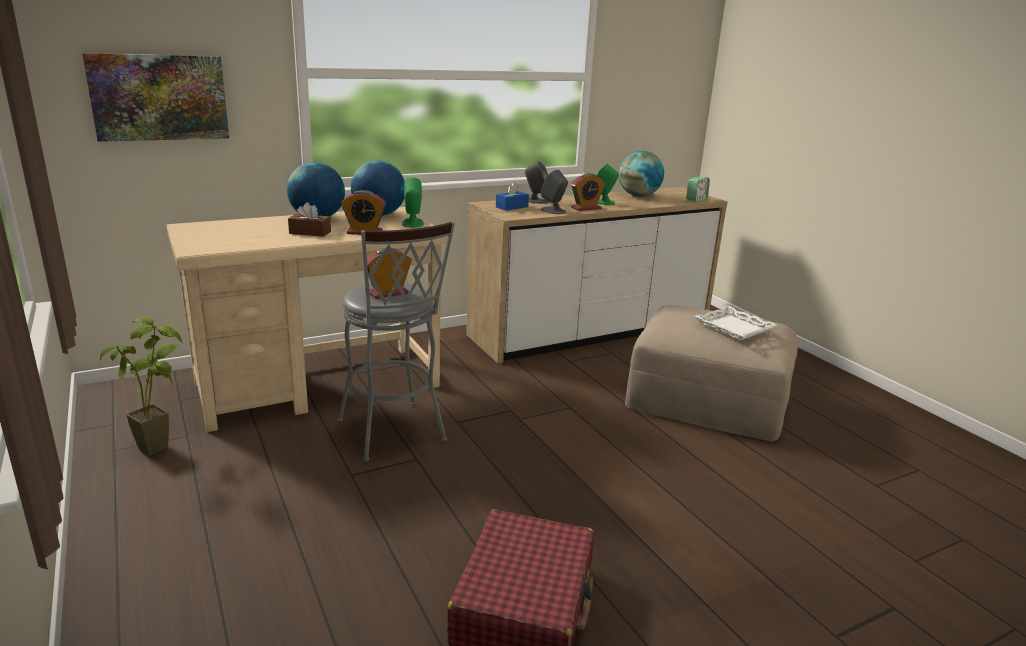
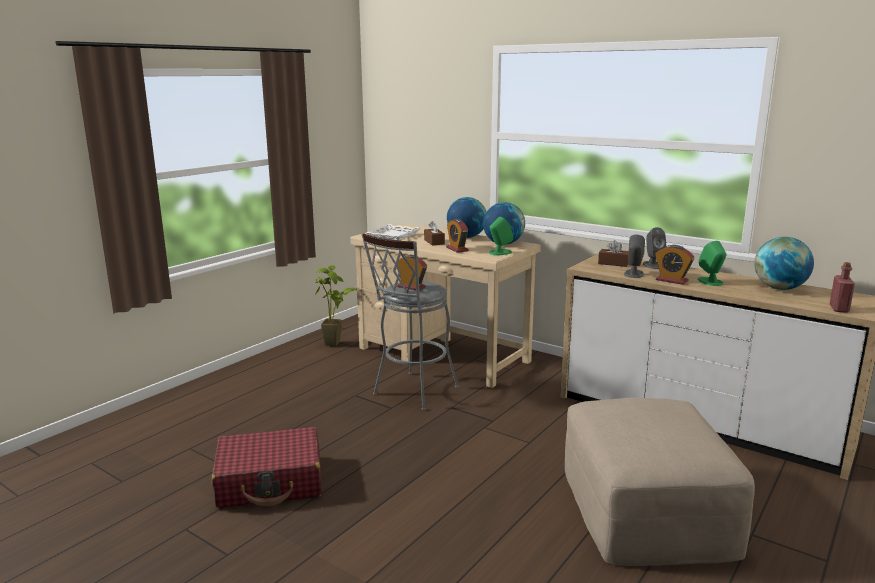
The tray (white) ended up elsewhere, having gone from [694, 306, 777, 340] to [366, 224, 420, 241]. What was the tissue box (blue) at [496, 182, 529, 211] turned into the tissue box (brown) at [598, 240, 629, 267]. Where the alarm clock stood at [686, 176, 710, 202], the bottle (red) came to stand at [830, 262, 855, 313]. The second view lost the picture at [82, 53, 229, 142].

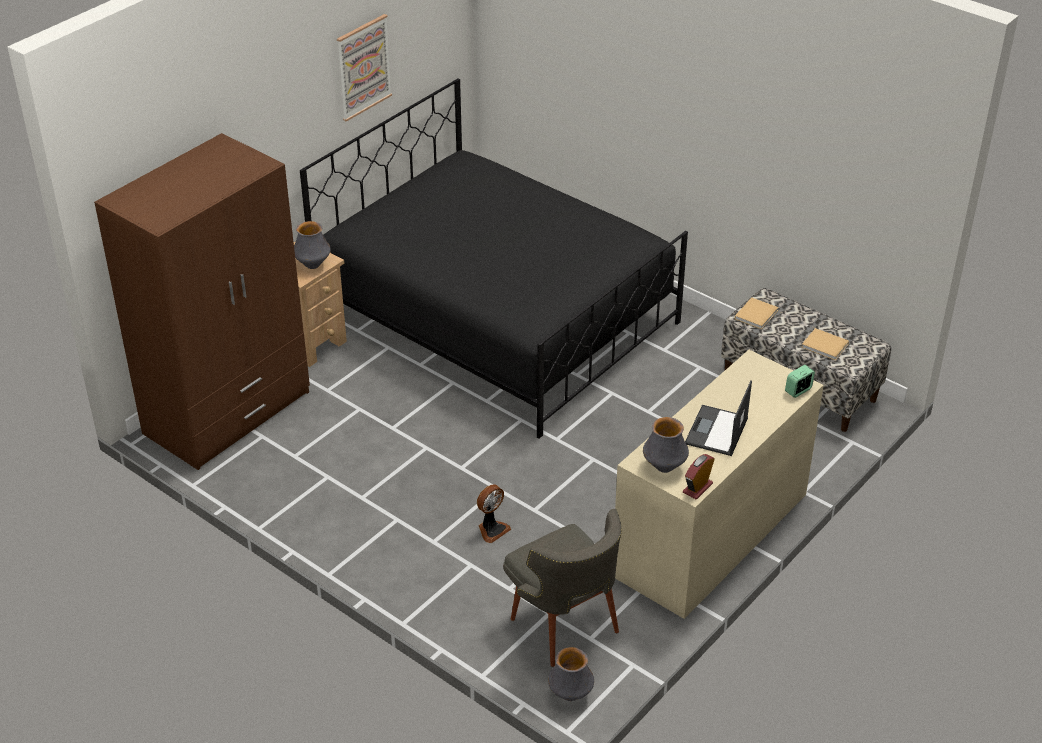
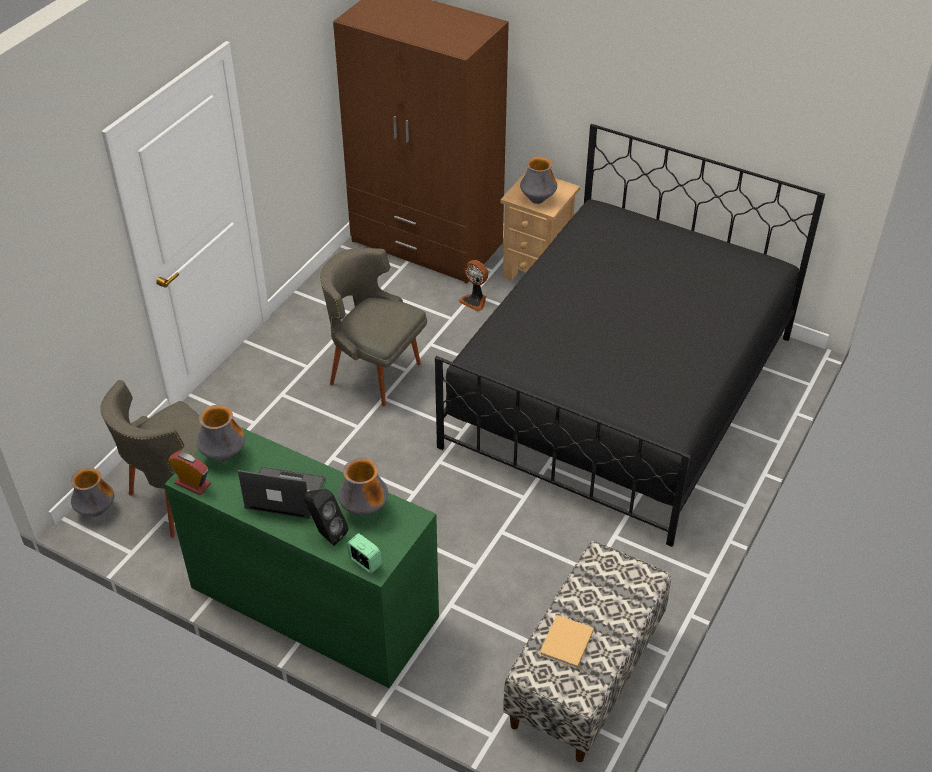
What was the dresser (beige) at [615, 350, 824, 619] turned into the dresser (green) at [164, 427, 439, 688]. The second view gained the speaker (black) at [304, 489, 349, 546]. The second view gained the chair (grey) at [320, 248, 427, 407]. The second view gained the vase at [338, 458, 388, 516]. The fan ended up elsewhere, having gone from [477, 484, 511, 543] to [459, 260, 488, 311]. The second view lost the picture at [337, 14, 392, 122]. The second view lost the book (beige) at [735, 297, 779, 329].

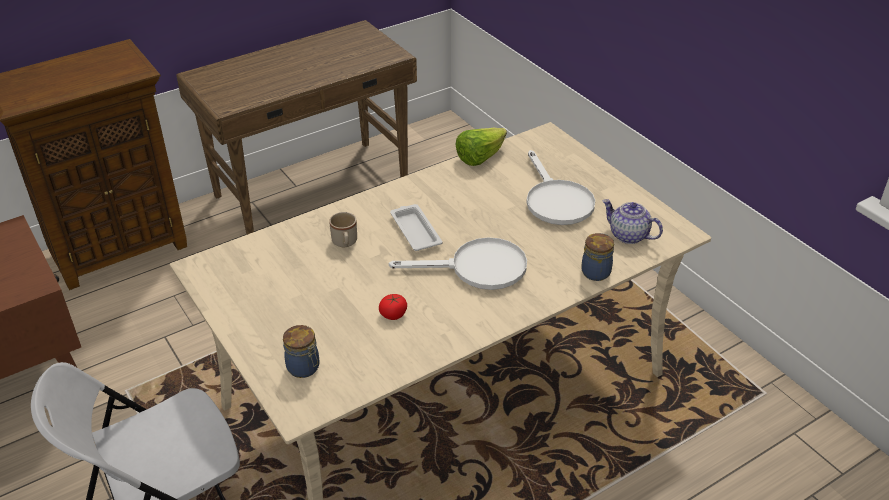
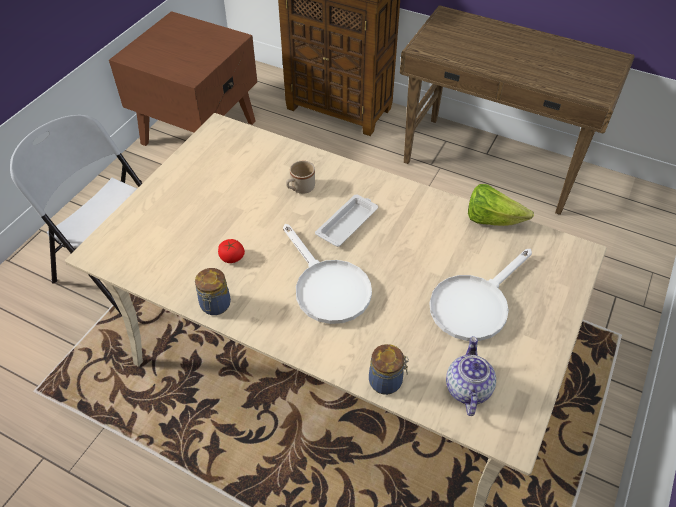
The jar ended up elsewhere, having gone from [283, 325, 319, 378] to [195, 268, 231, 315].

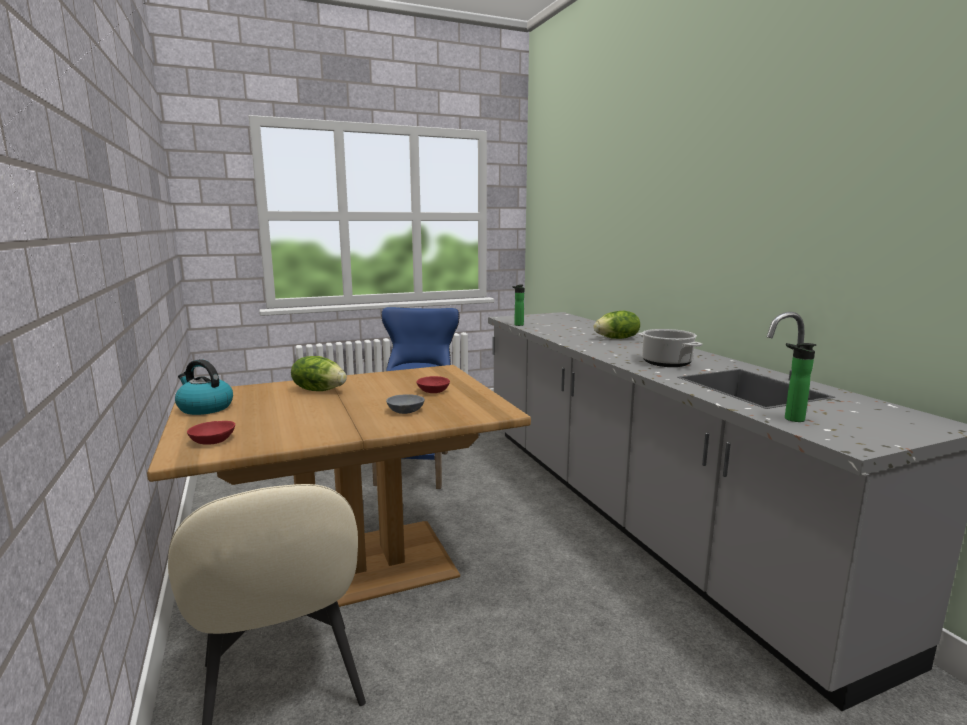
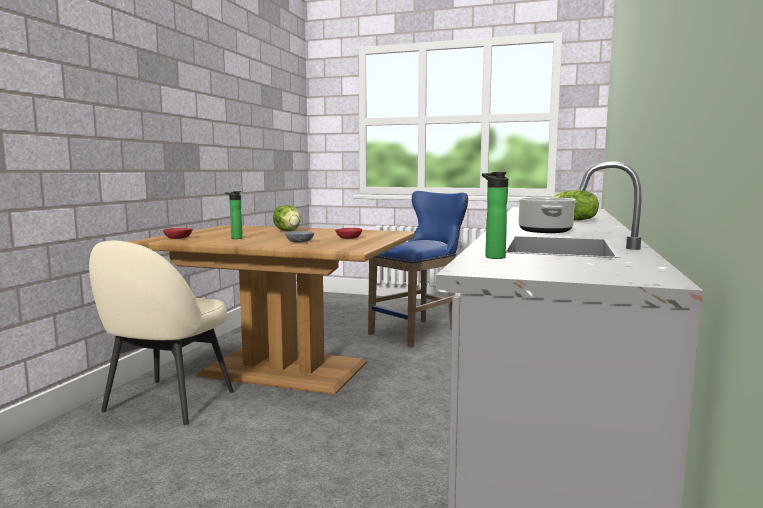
The bottle ended up elsewhere, having gone from [512, 285, 524, 326] to [225, 191, 243, 239]. The second view lost the kettle at [175, 359, 233, 415].

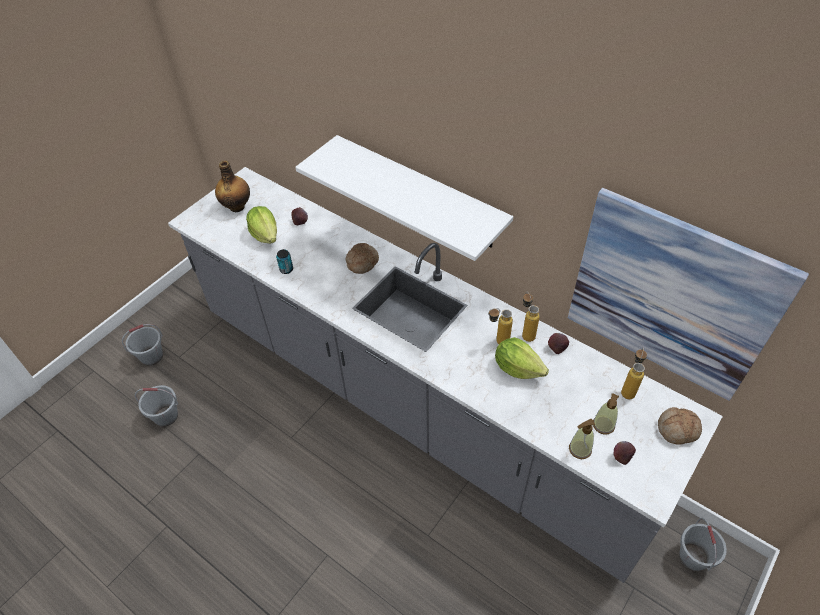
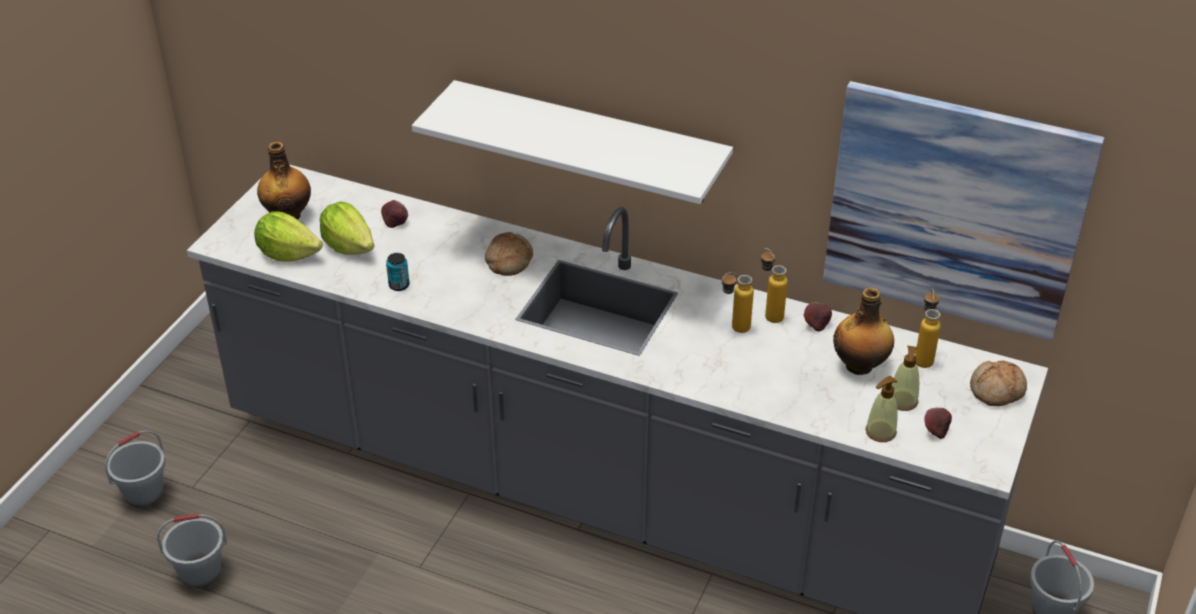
The lettuce ended up elsewhere, having gone from [495, 337, 549, 379] to [254, 211, 323, 262]. The second view gained the bottle at [833, 288, 894, 375].

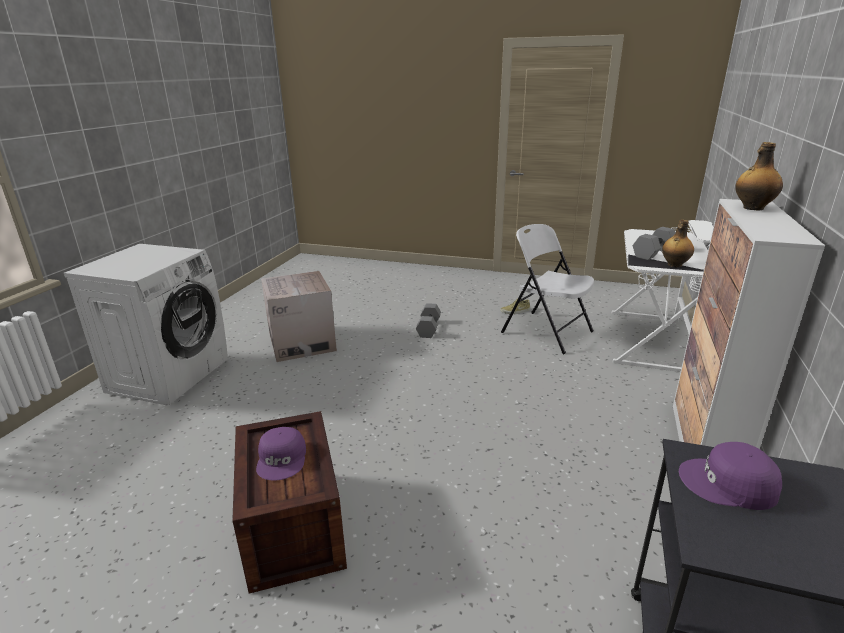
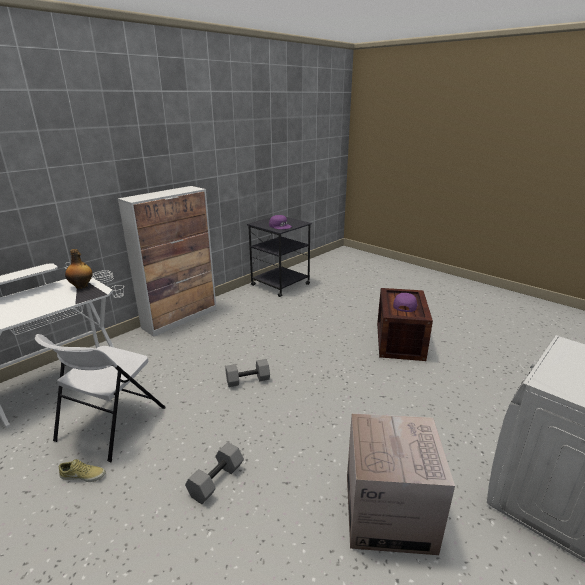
The chair (white) at [501, 224, 594, 355] ended up facing another way, 45 degrees clockwise from before. The dumbbell (grey) ended up elsewhere, having gone from [633, 227, 675, 260] to [226, 359, 270, 387]. The second view lost the bottle at [735, 142, 783, 210].

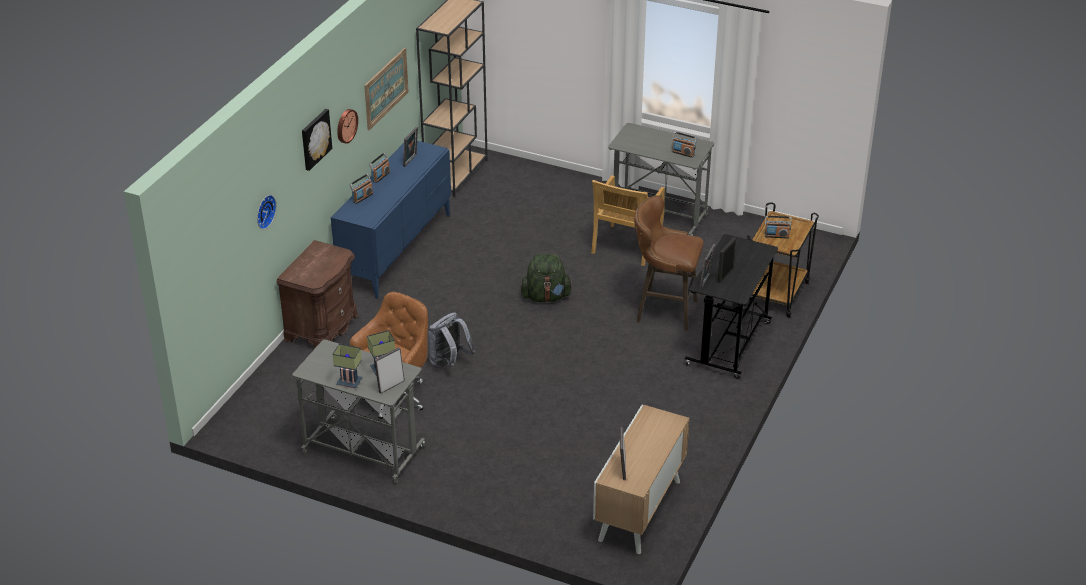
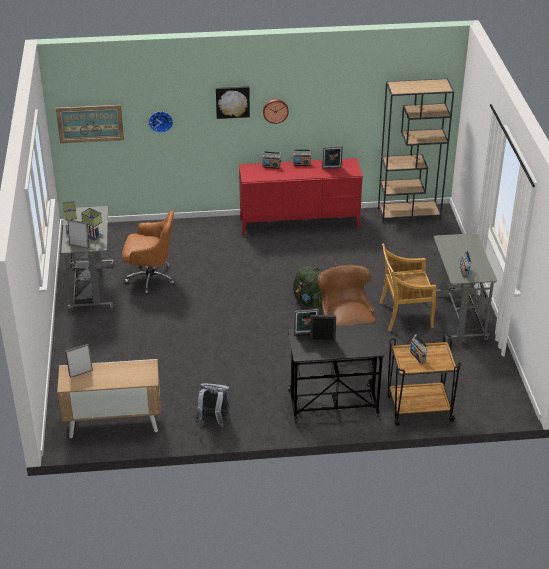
The picture ended up elsewhere, having gone from [364, 48, 409, 130] to [56, 105, 124, 143]. The backpack (grey) ended up elsewhere, having gone from [429, 313, 475, 368] to [195, 383, 230, 427]. What was the dresser (blue) at [331, 141, 451, 299] turned into the dresser (red) at [239, 158, 363, 236]. The second view lost the nightstand (brown) at [276, 240, 358, 348].

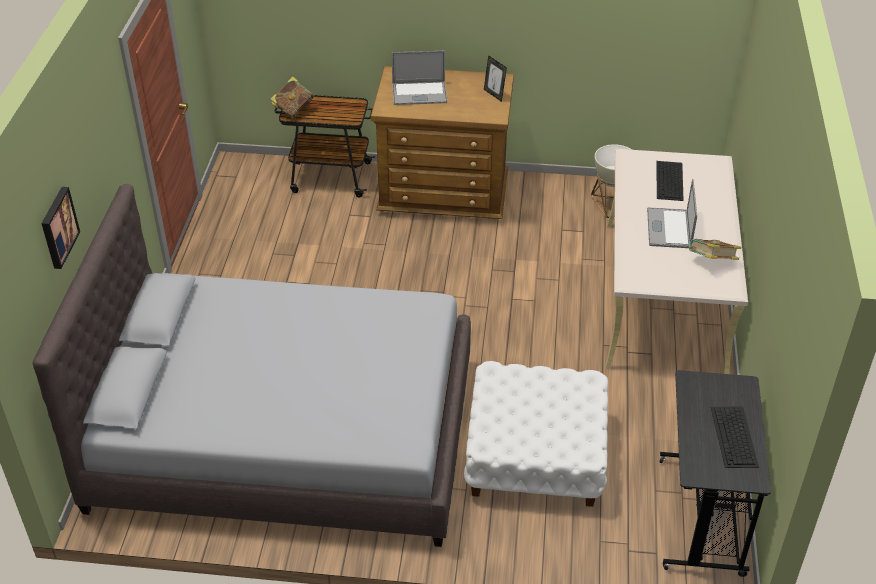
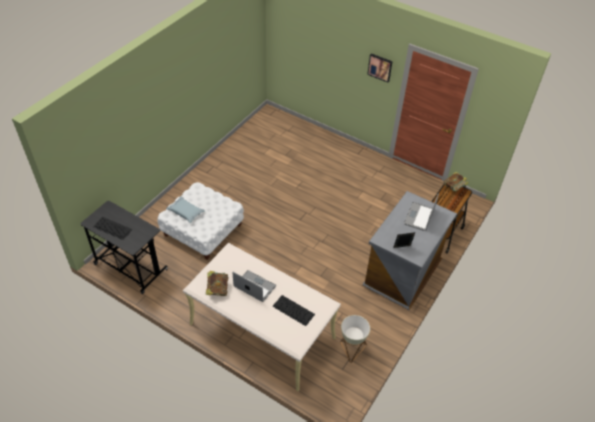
The second view gained the pillow (blue) at [166, 196, 205, 223]. What was the dresser (brown) at [371, 66, 514, 219] turned into the dresser (grey) at [362, 191, 457, 310]. The picture ended up elsewhere, having gone from [41, 187, 80, 269] to [367, 53, 393, 83]. The second view lost the bed (grey) at [32, 184, 471, 547].

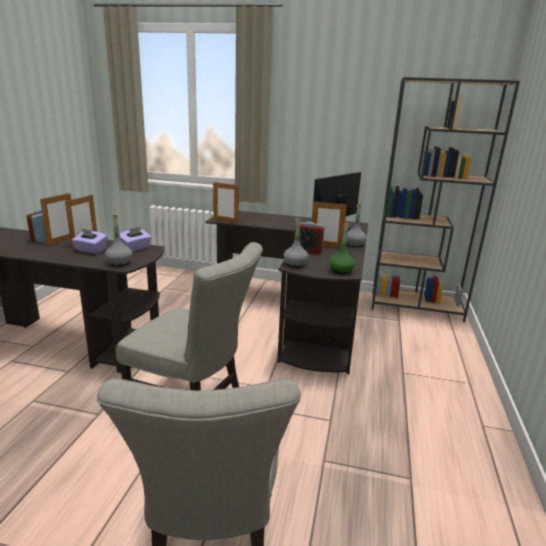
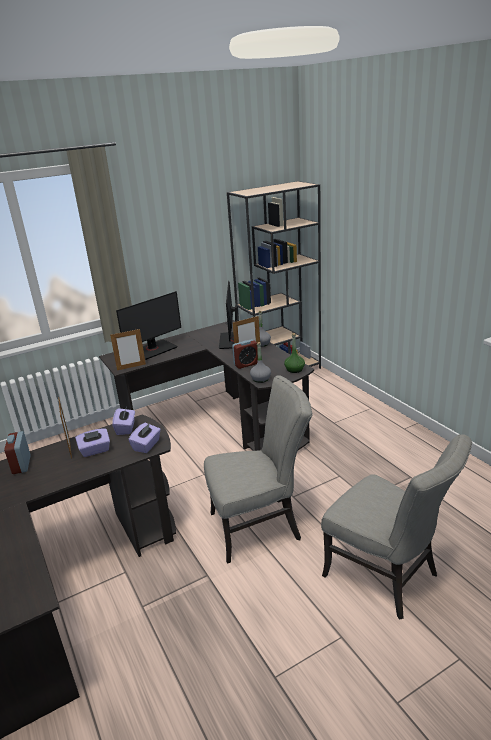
The second view gained the monitor at [116, 291, 181, 360]. Where the bottle (grey) stood at [105, 214, 132, 266], the tissue box (purple) came to stand at [128, 423, 161, 453]. The second view lost the picture frame at [40, 192, 71, 246].

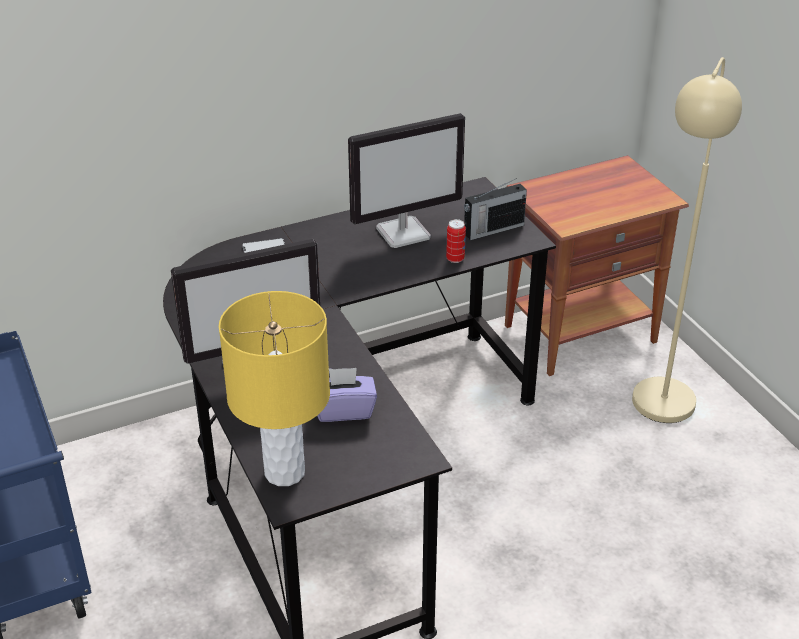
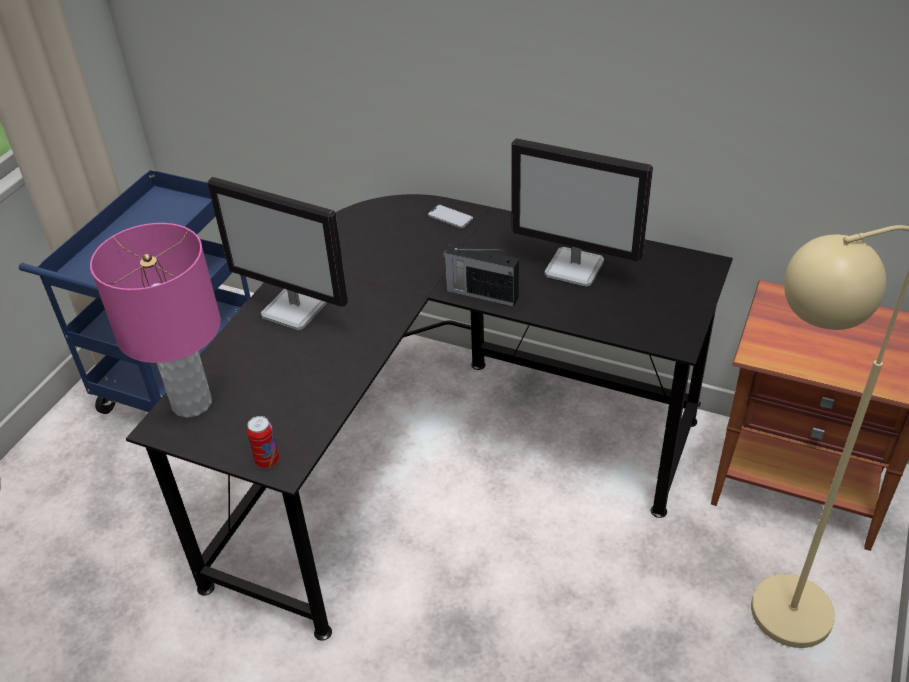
What was the table lamp (yellow) at [219, 291, 330, 486] turned into the table lamp (pink) at [90, 223, 221, 418]. The can ended up elsewhere, having gone from [446, 219, 466, 263] to [247, 416, 279, 469]. The radio ended up elsewhere, having gone from [464, 178, 527, 240] to [443, 244, 519, 307]. The second view lost the tissue box (purple) at [317, 368, 377, 422].

